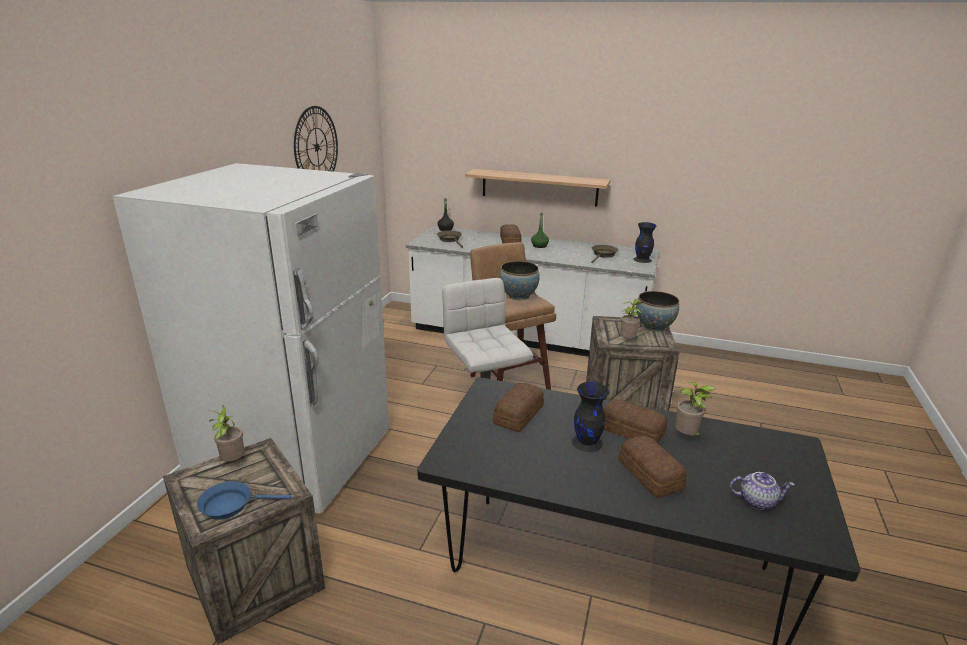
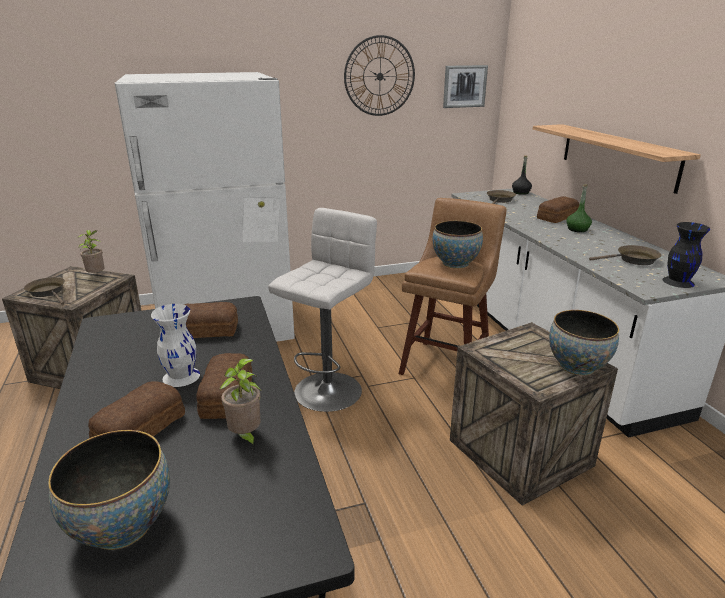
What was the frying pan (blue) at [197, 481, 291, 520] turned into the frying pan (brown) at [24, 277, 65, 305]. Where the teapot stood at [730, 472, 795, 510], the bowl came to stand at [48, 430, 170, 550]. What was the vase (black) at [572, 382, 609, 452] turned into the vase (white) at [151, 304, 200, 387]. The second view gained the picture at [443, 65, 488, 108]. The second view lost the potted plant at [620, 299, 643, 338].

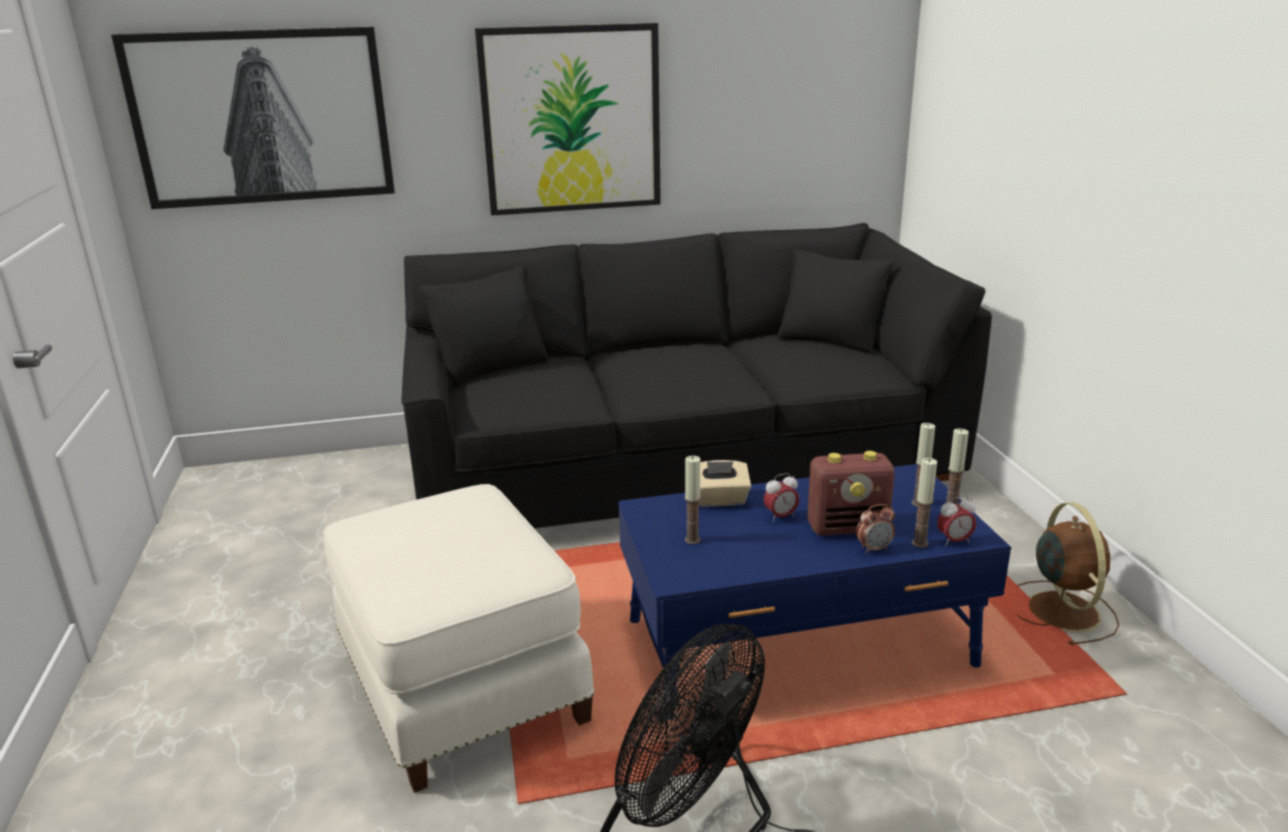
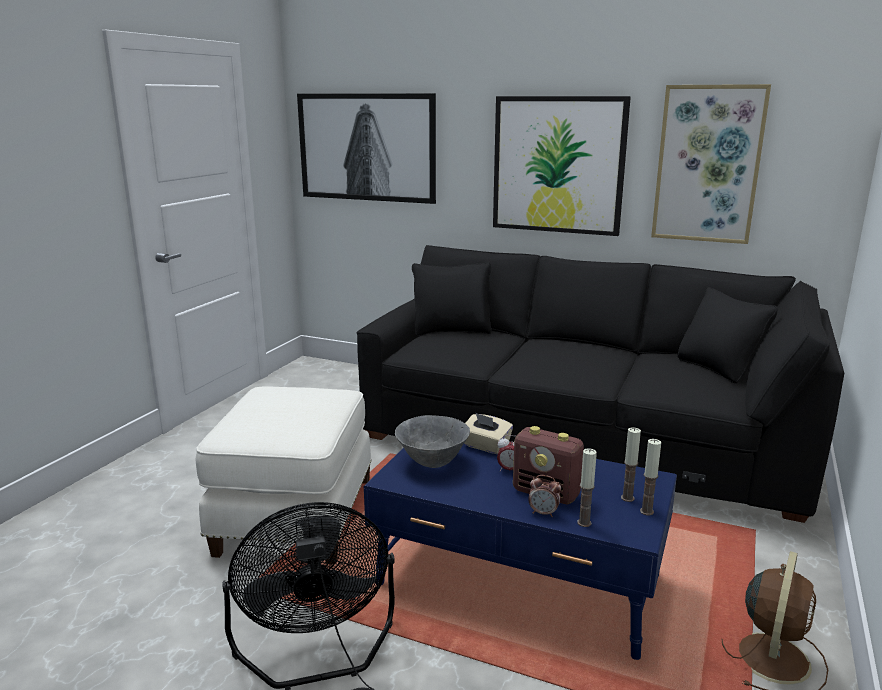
Where the candle stood at [684, 456, 701, 544], the bowl (grey) came to stand at [395, 415, 470, 468]. The second view gained the picture at [651, 84, 771, 244]. The second view lost the alarm clock at [937, 496, 976, 546].

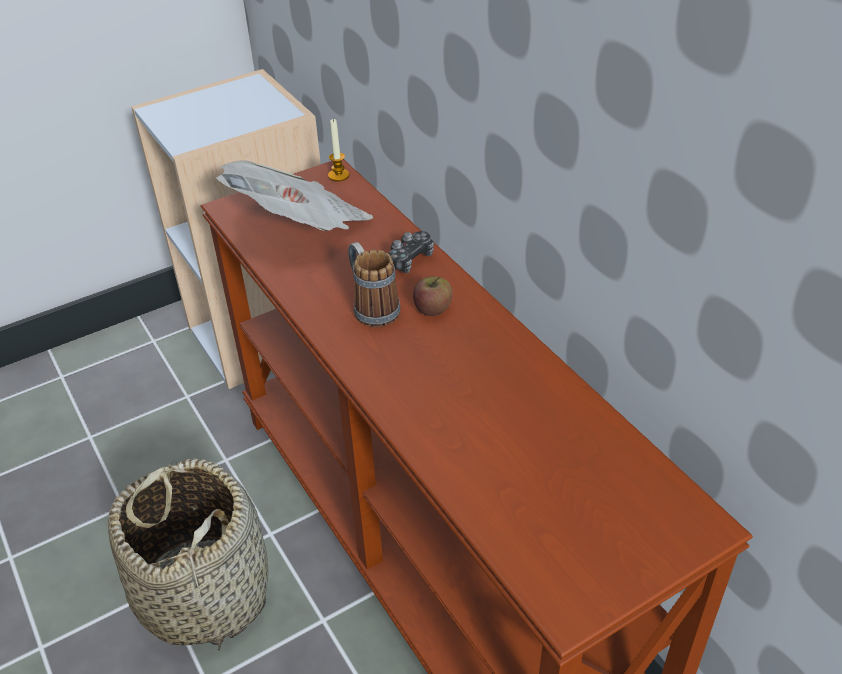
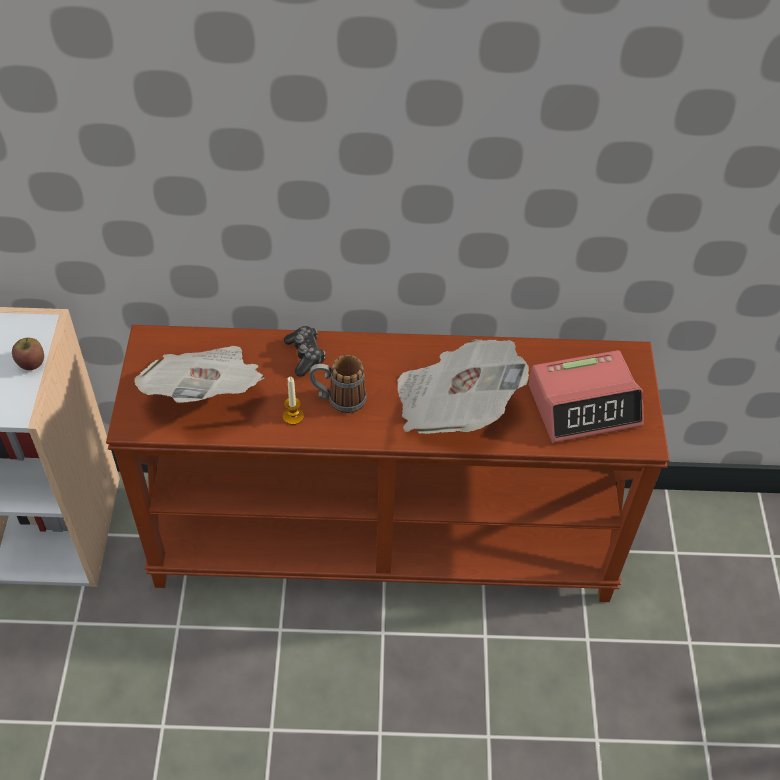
The apple ended up elsewhere, having gone from [413, 276, 453, 316] to [12, 338, 44, 370]. The candle ended up elsewhere, having gone from [328, 119, 349, 182] to [283, 377, 304, 425]. The second view gained the newspaper at [397, 339, 529, 434]. The second view gained the alarm clock at [529, 350, 644, 443]. The second view lost the basket at [108, 458, 268, 651].

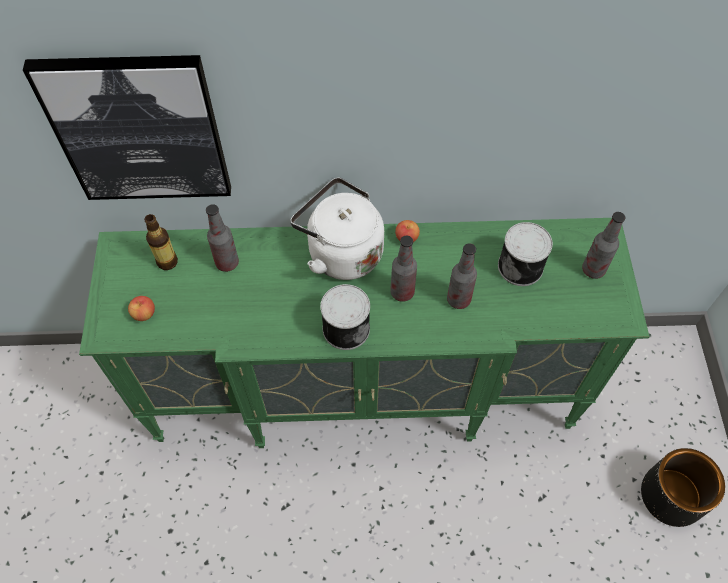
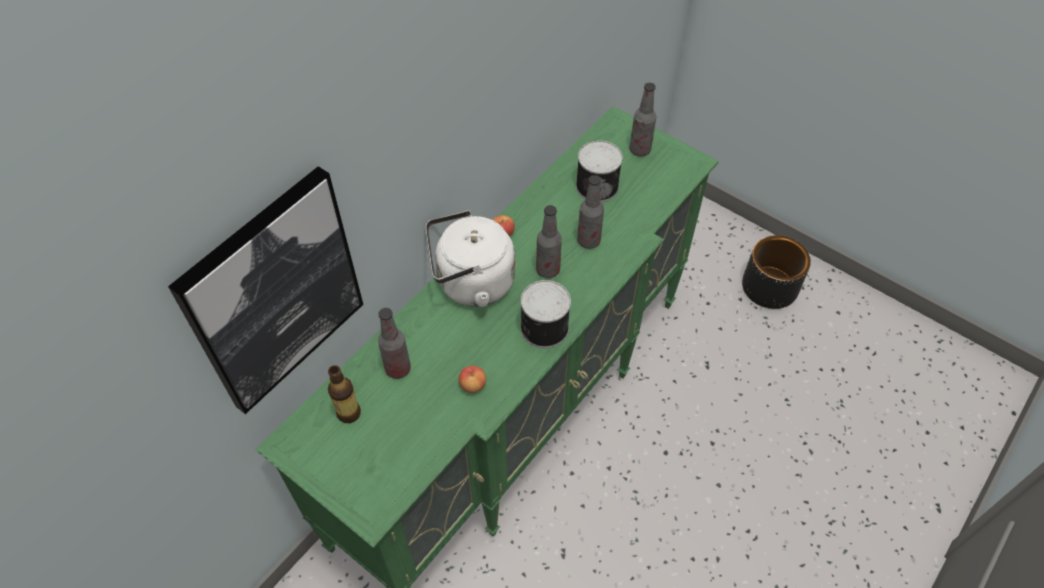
The apple ended up elsewhere, having gone from [128, 296, 155, 321] to [459, 366, 486, 393].

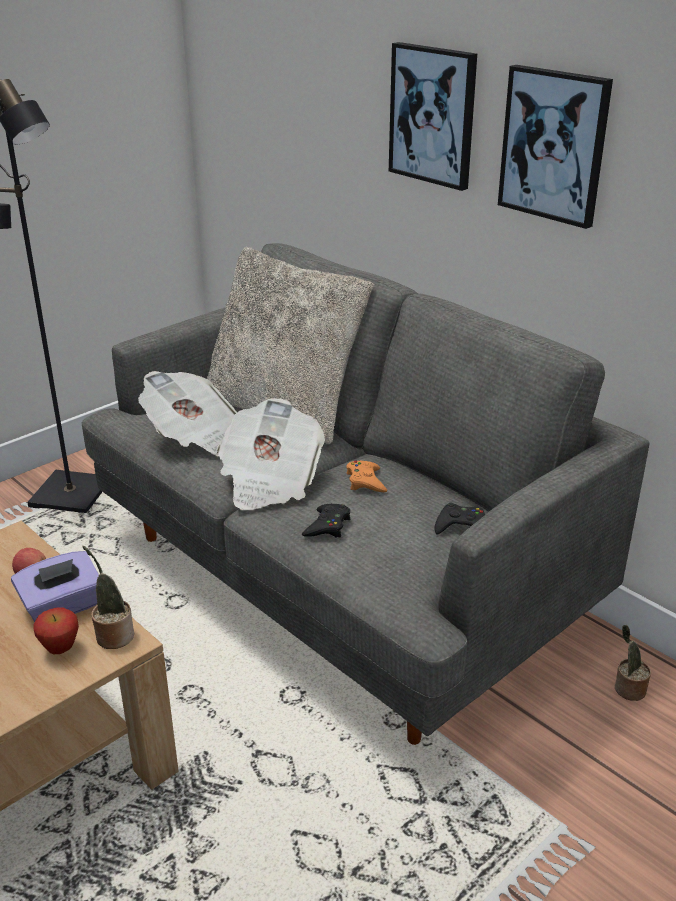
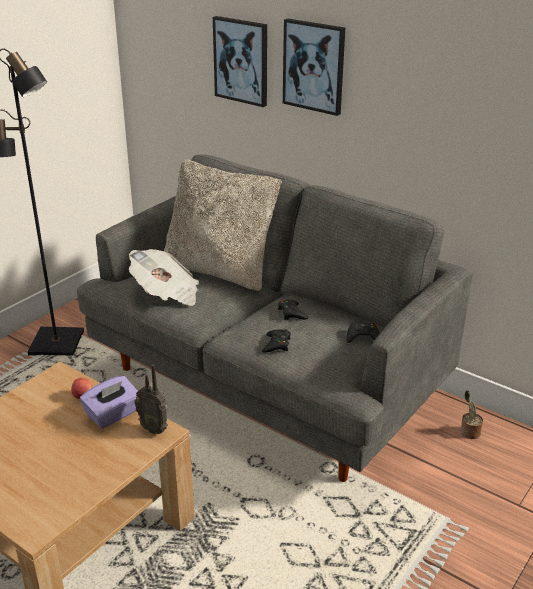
Where the potted plant stood at [82, 546, 134, 649], the radio came to stand at [134, 364, 168, 434]. The picture ended up elsewhere, having gone from [498, 65, 613, 229] to [213, 16, 267, 107]. What was the game controller (orange) at [346, 461, 387, 492] turned into the game controller (black) at [278, 300, 308, 320]. The second view lost the apple at [34, 607, 79, 654]. The second view lost the newspaper at [217, 398, 325, 510].

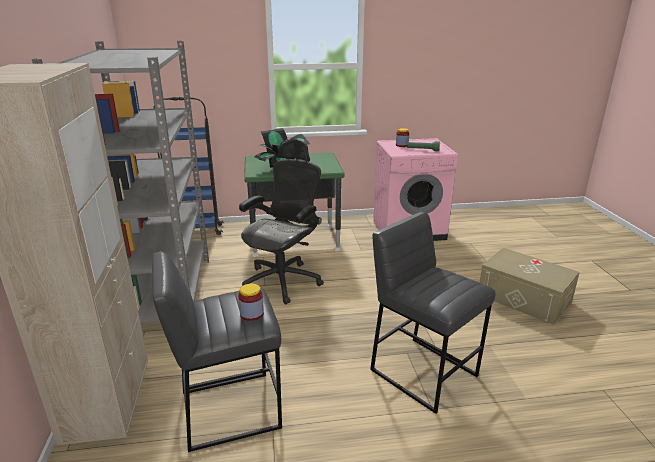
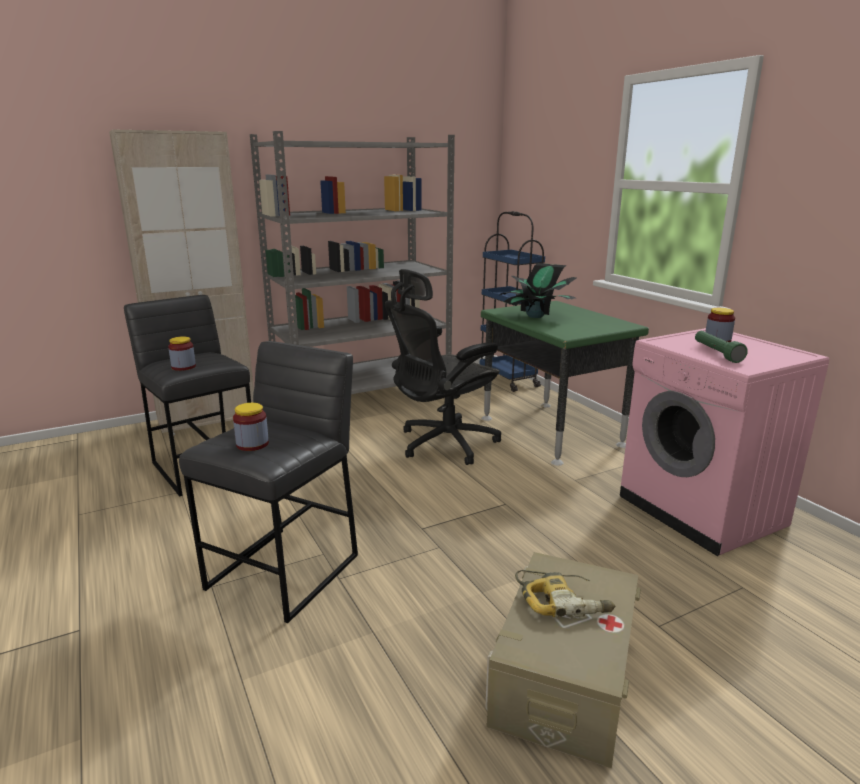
The second view gained the jar at [233, 403, 269, 451]. The office chair at [239, 139, 324, 304] ended up facing another way, 135 degrees clockwise from before. The second view gained the power drill at [515, 570, 615, 617].

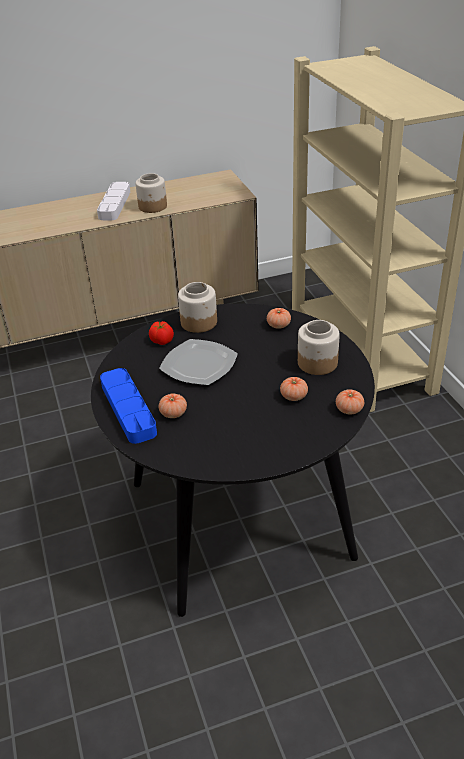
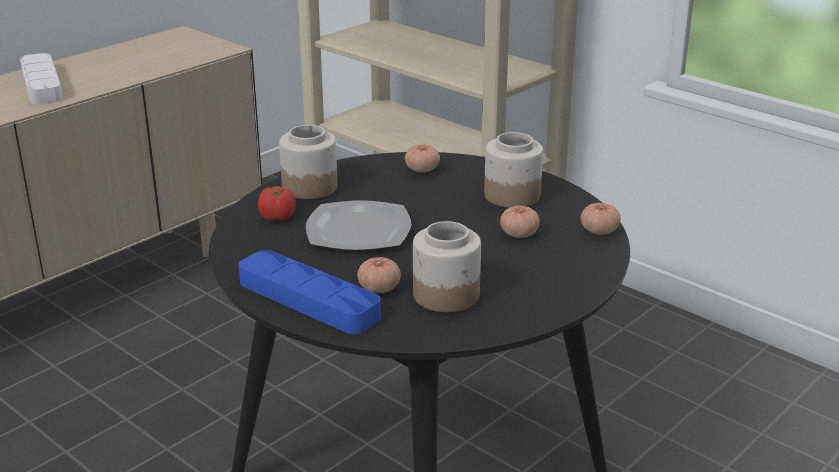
The jar ended up elsewhere, having gone from [135, 173, 167, 213] to [413, 221, 481, 312].

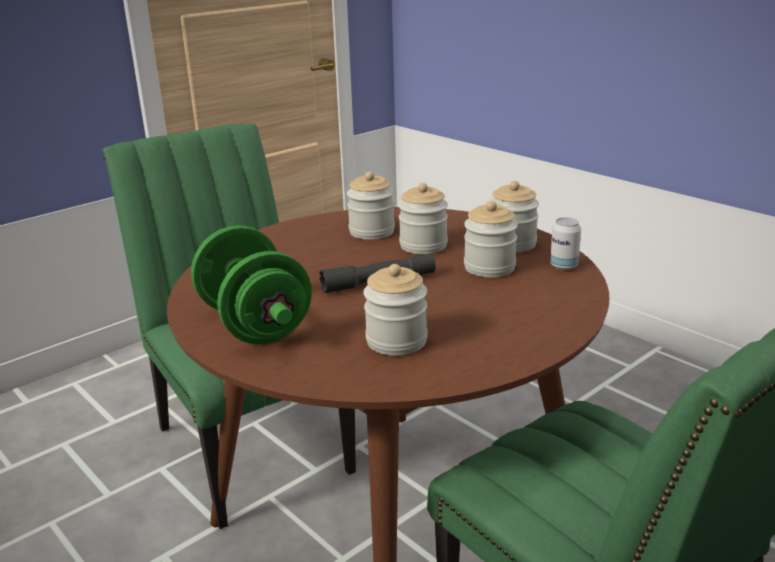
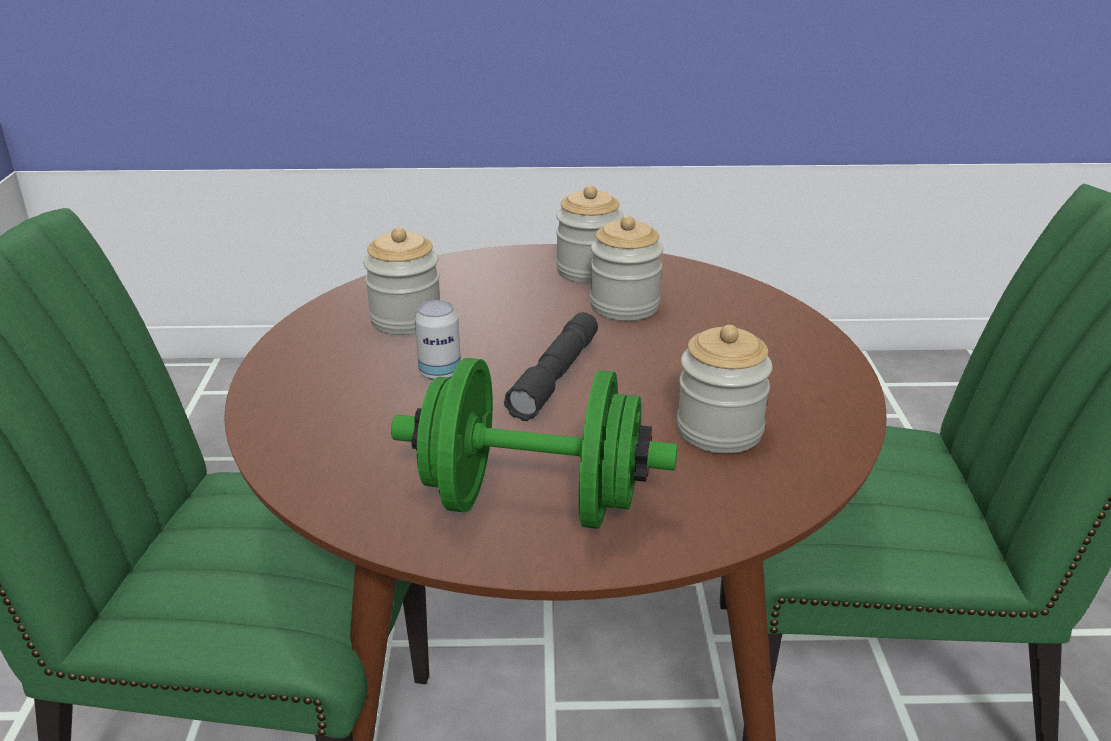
The can ended up elsewhere, having gone from [550, 217, 581, 270] to [415, 300, 461, 380]. The second view lost the jar at [398, 183, 448, 254].

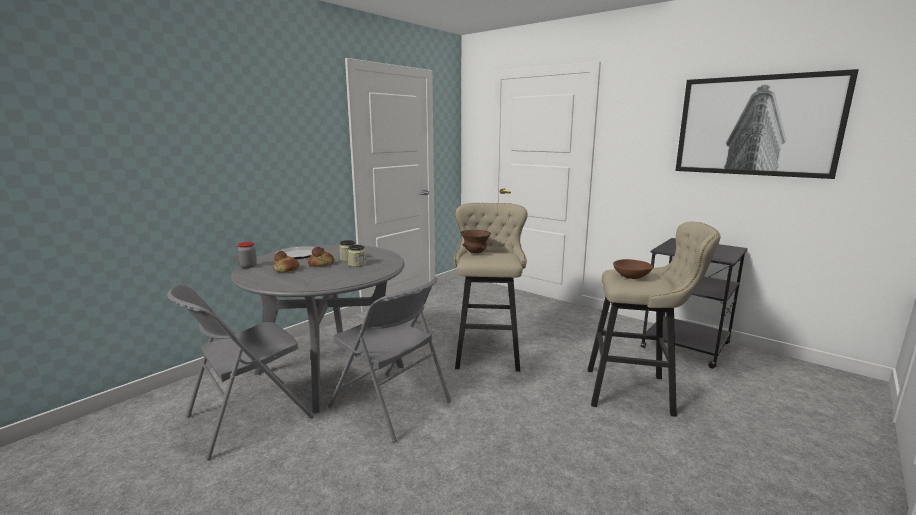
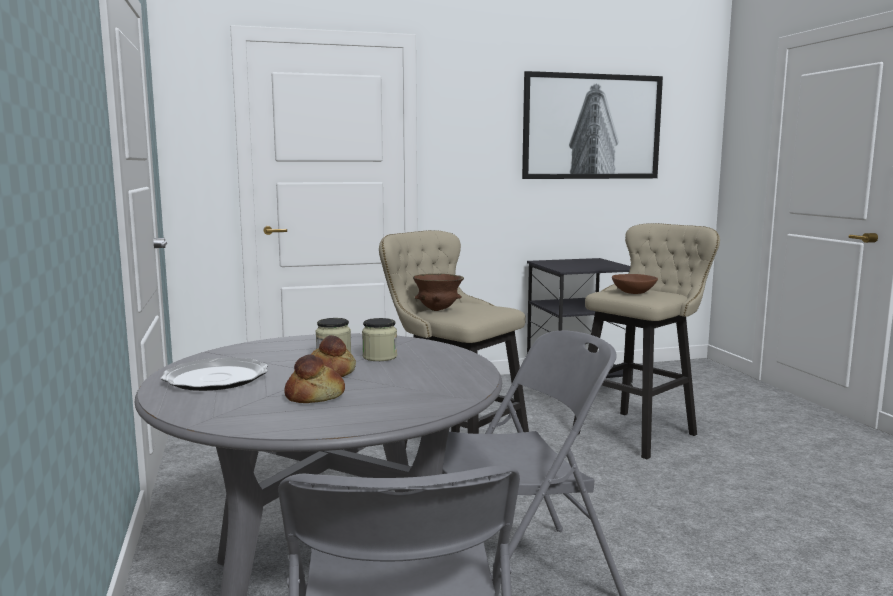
The second view lost the jar at [237, 242, 257, 268].

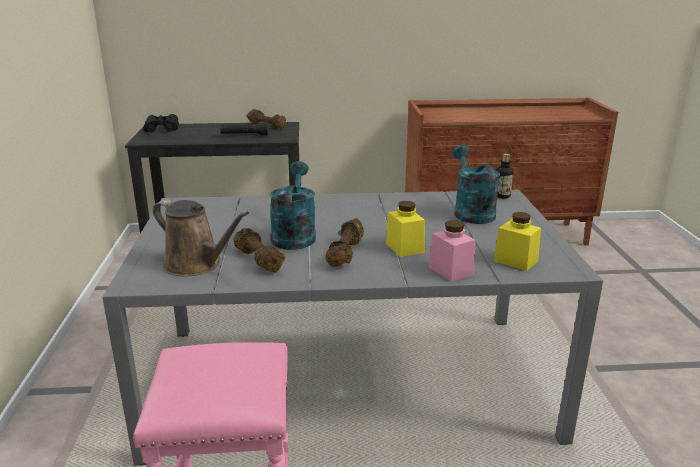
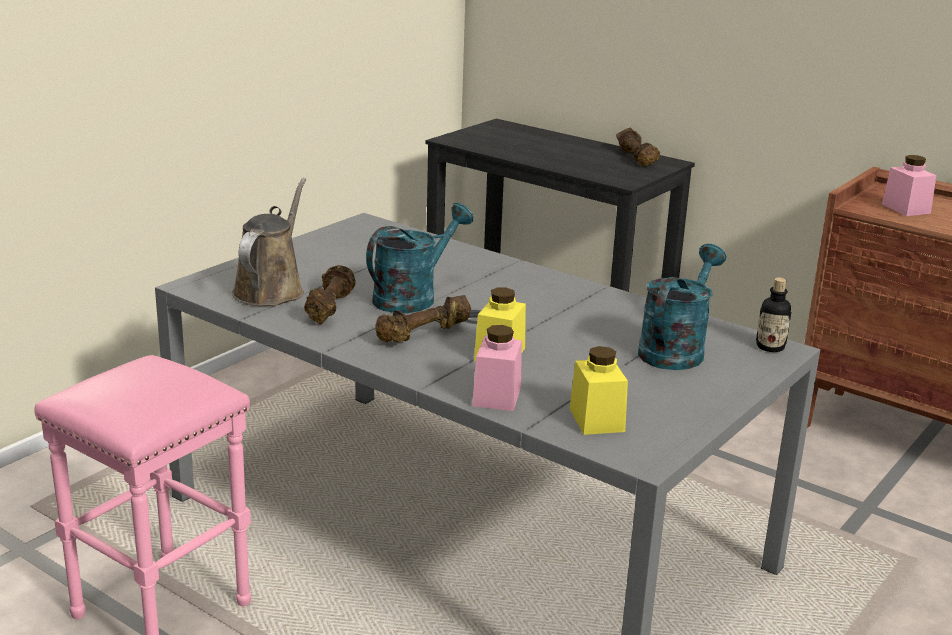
The watering can (brown) at [153, 199, 249, 277] ended up facing another way, 150 degrees counterclockwise from before. The second view gained the jar (pink) at [882, 155, 936, 216]. The second view lost the binoculars (black) at [143, 114, 179, 133]. The second view lost the flashlight (black) at [220, 121, 268, 136].

